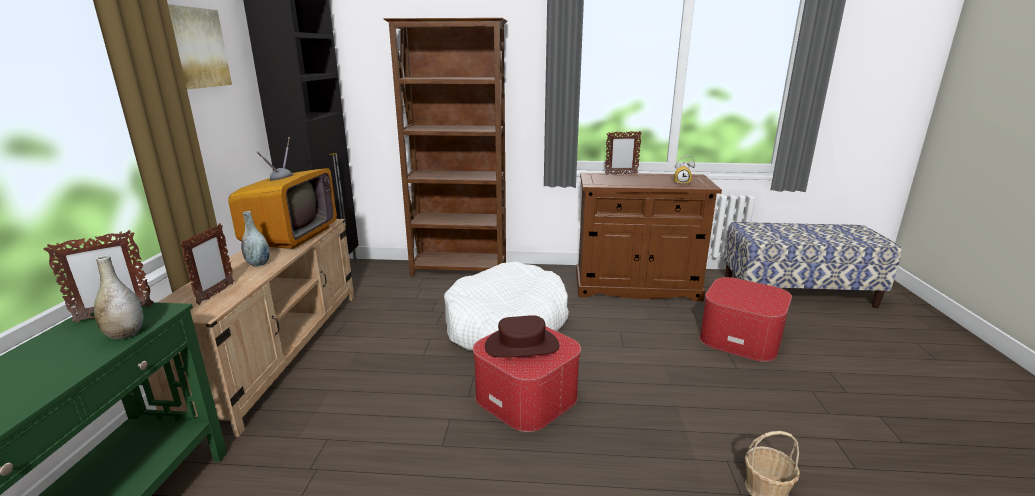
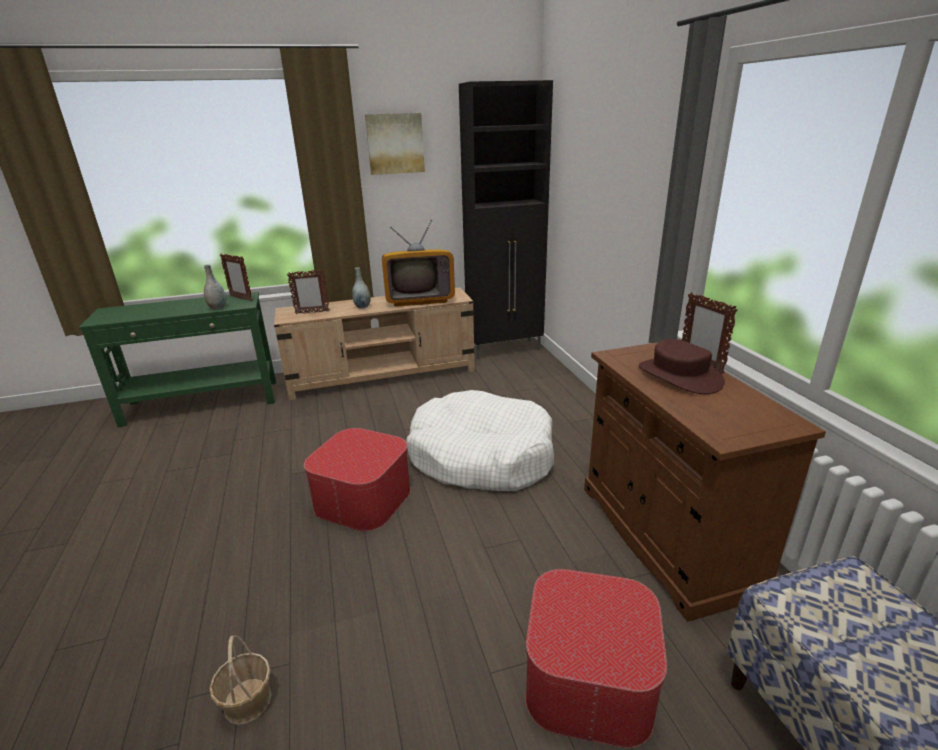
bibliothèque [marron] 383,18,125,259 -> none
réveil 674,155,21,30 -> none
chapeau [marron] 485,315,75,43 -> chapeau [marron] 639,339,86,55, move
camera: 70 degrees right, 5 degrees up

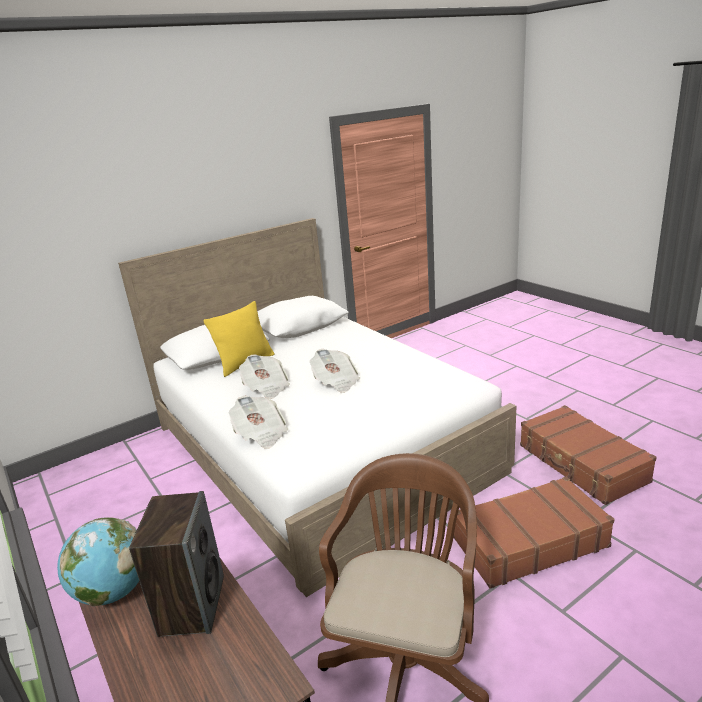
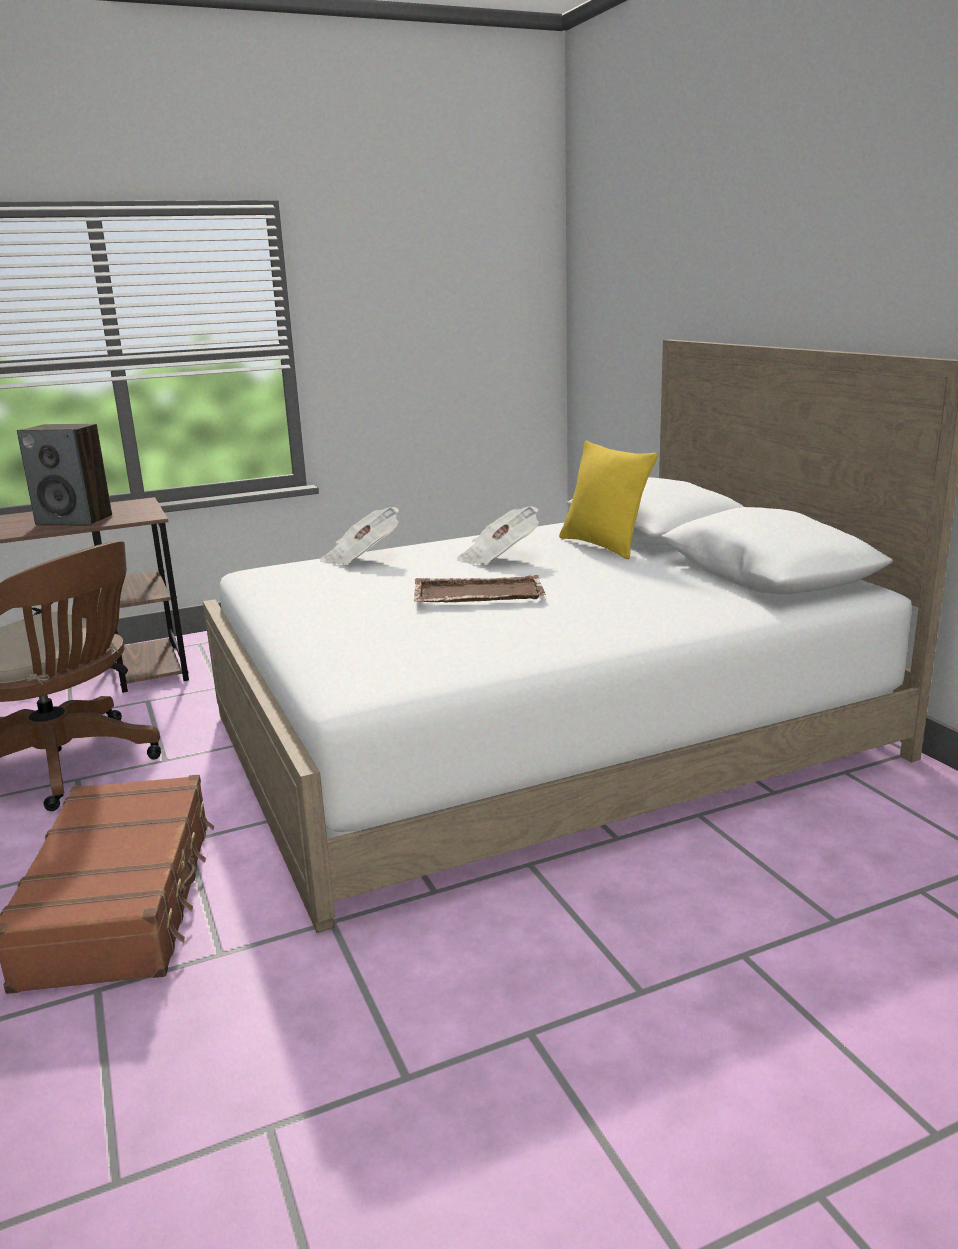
globe 57,517,82,89 -> none
valise [marron] 520,405,137,100 -> none
journal 309,349,51,44 -> plateau [marron] 414,575,132,28
camera: 100 degrees right, 5 degrees down

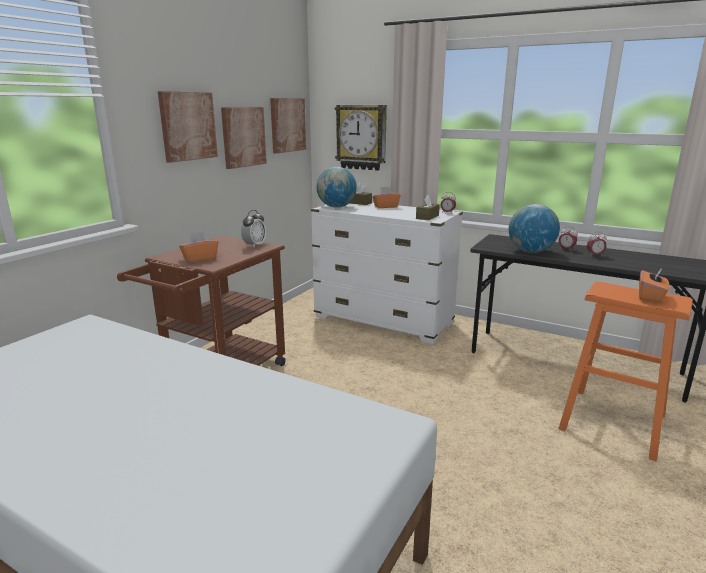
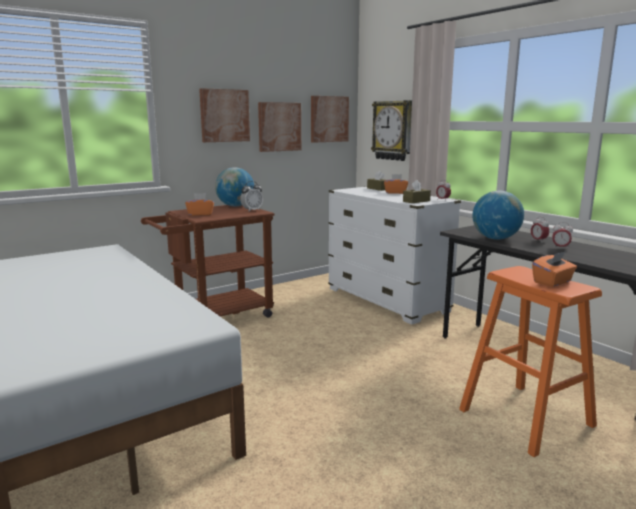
globe 317,167,40,41 -> globe 215,167,39,40, move
camera: 25 degrees right, 5 degrees down

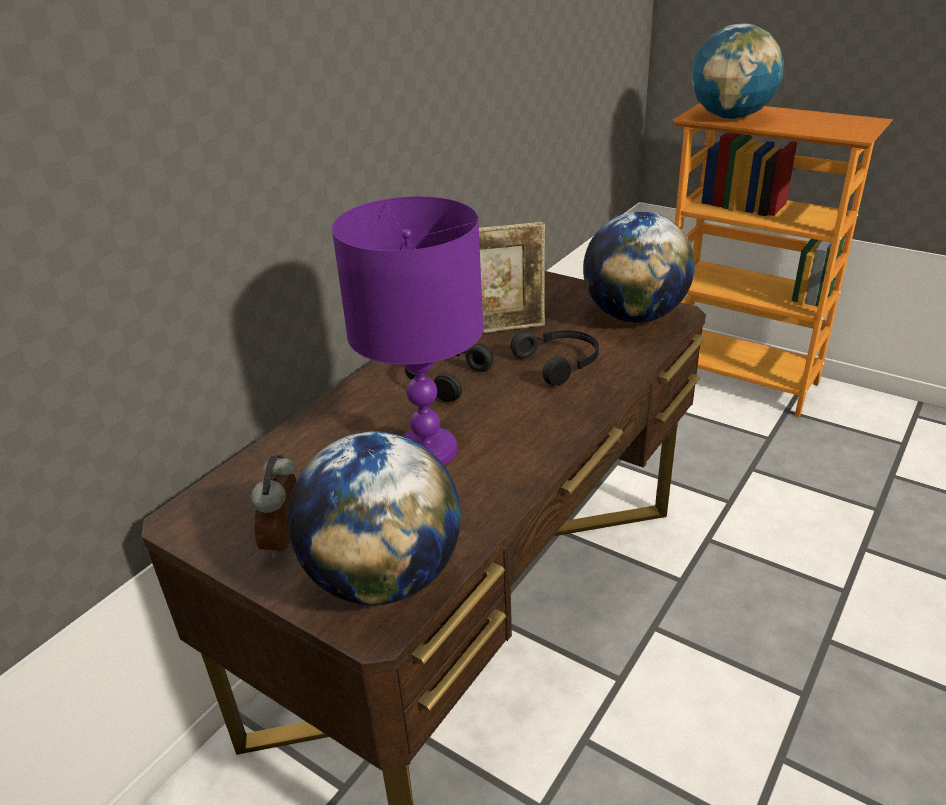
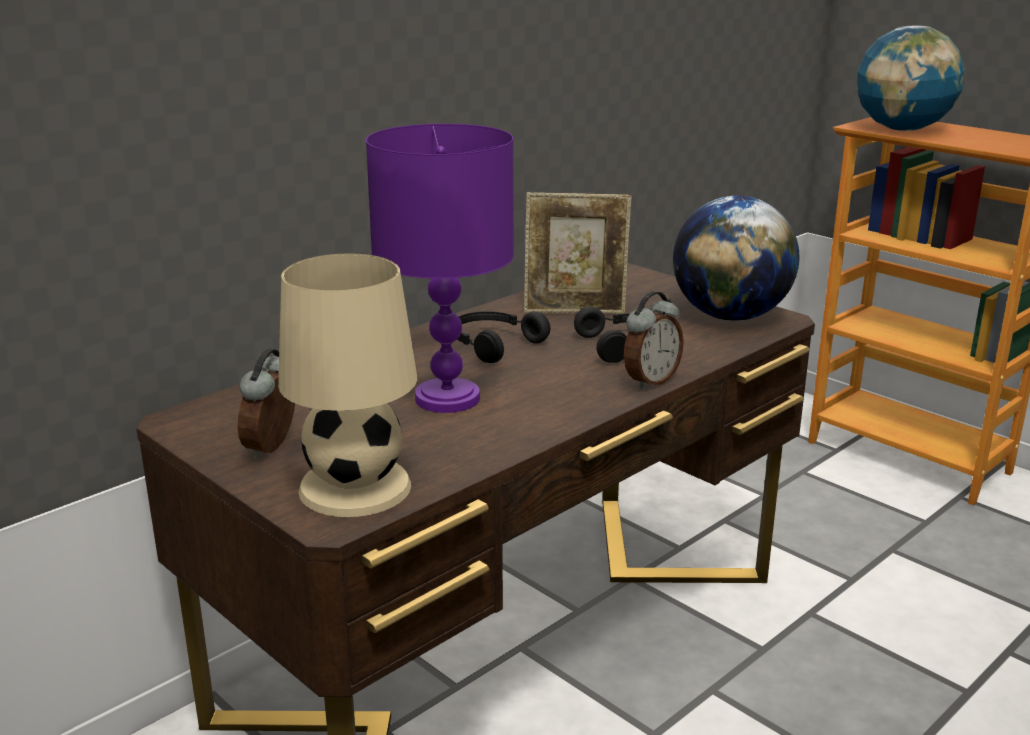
none -> réveil 624,291,60,98
globe 288,431,173,174 -> lampe de table [beige] 278,253,139,264
camera: 10 degrees right, 10 degrees down

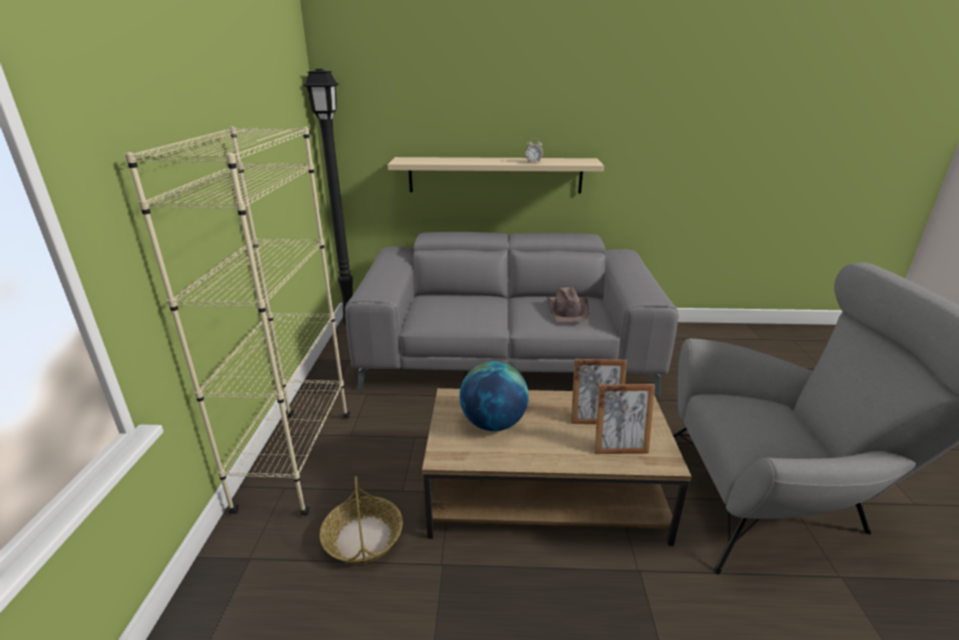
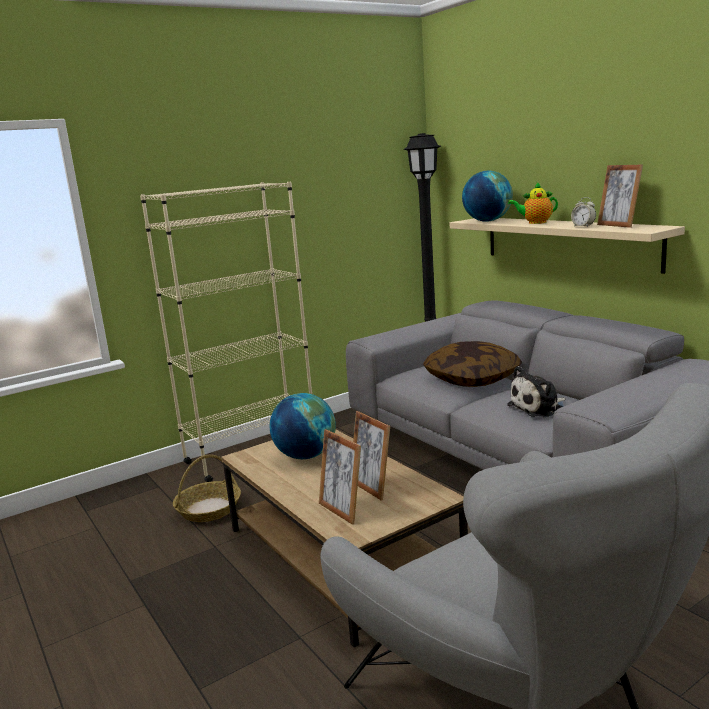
none -> coussin 423,341,99,46
none -> globe 462,171,51,51
none -> théière 508,182,50,42
none -> cadre photo 597,165,46,63
chapeau [marron] 547,287,43,36 -> peluche 507,366,59,51
camera: 55 degrees right, 10 degrees down

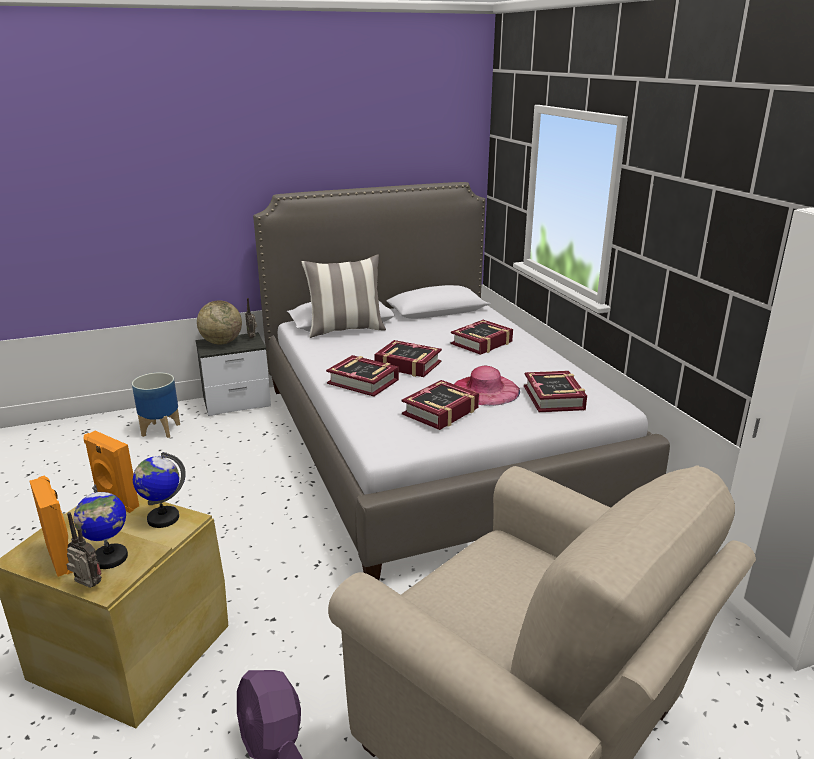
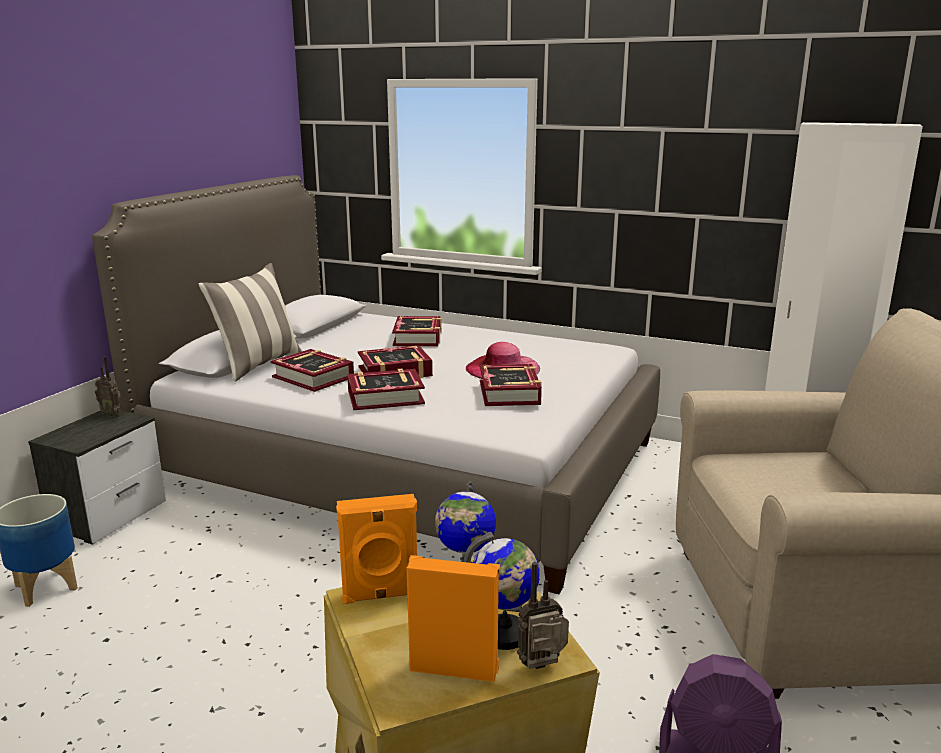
globe 197,300,45,44 -> none
livre 524,371,63,41 -> livre 271,349,83,43, move
camera: 45 degrees left, 5 degrees down

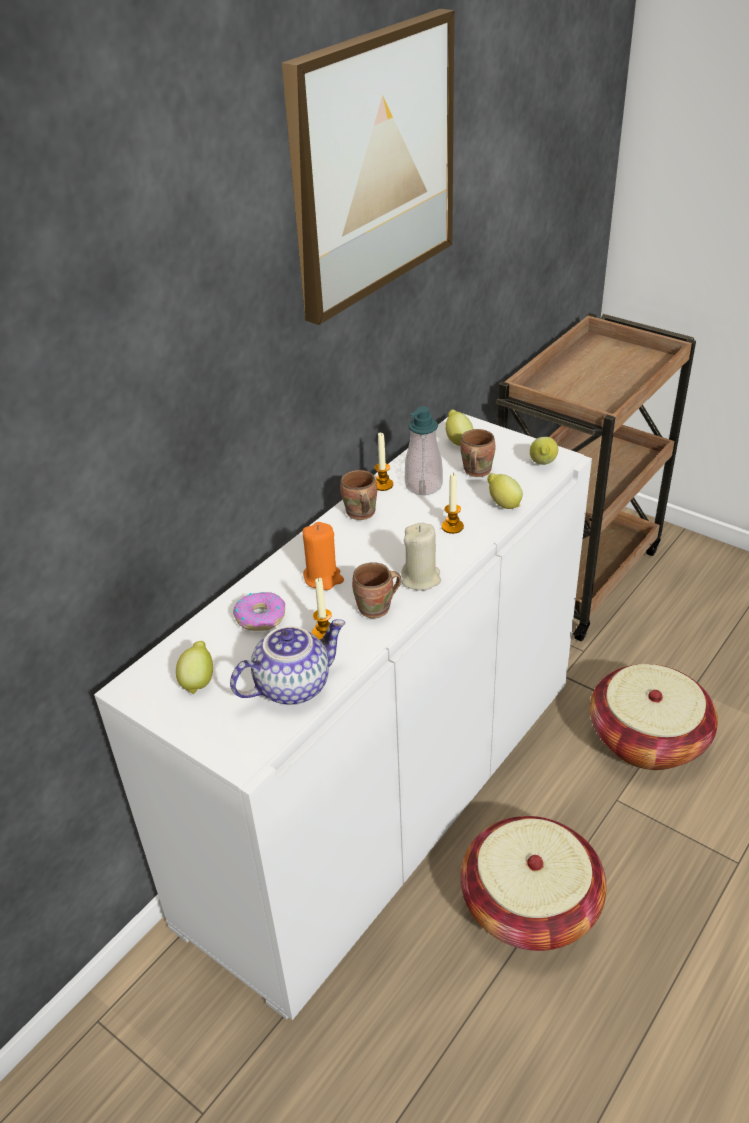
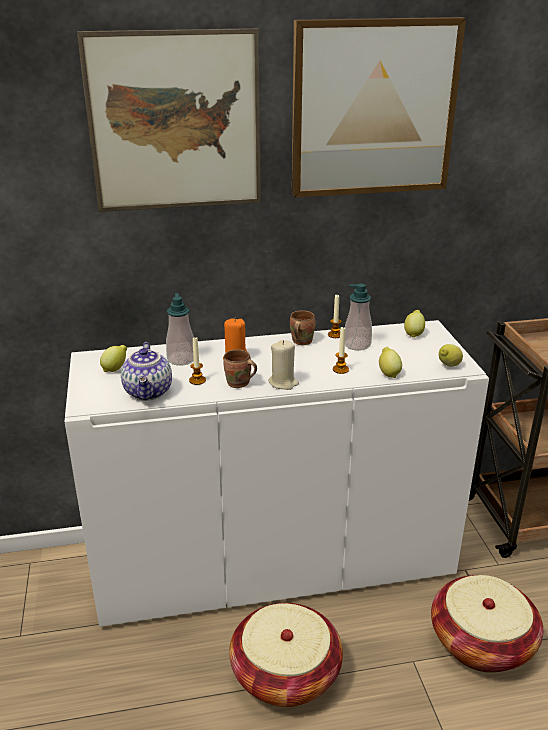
mug [marron] 460,429,36,48 -> none
none -> tableau 77,28,184,184
beignet 233,592,52,39 -> distributeur de savon 166,293,28,73
théière 230,619,115,86 -> théière 121,342,51,59, 75 degrees clockwise
camera: 40 degrees right, 10 degrees down

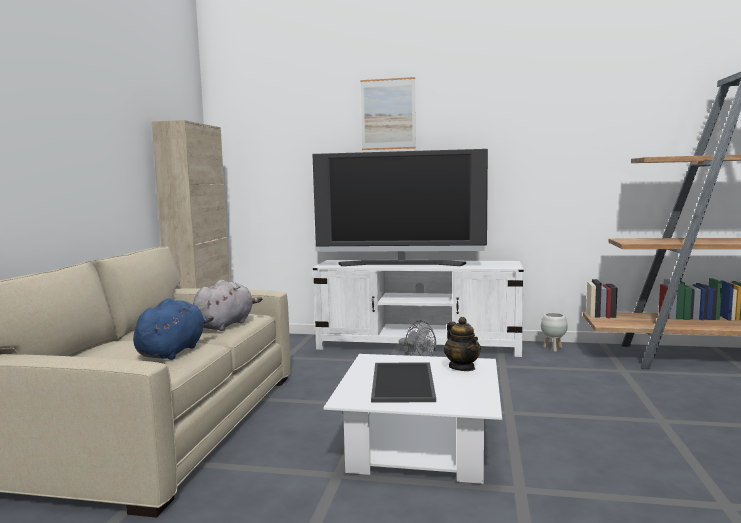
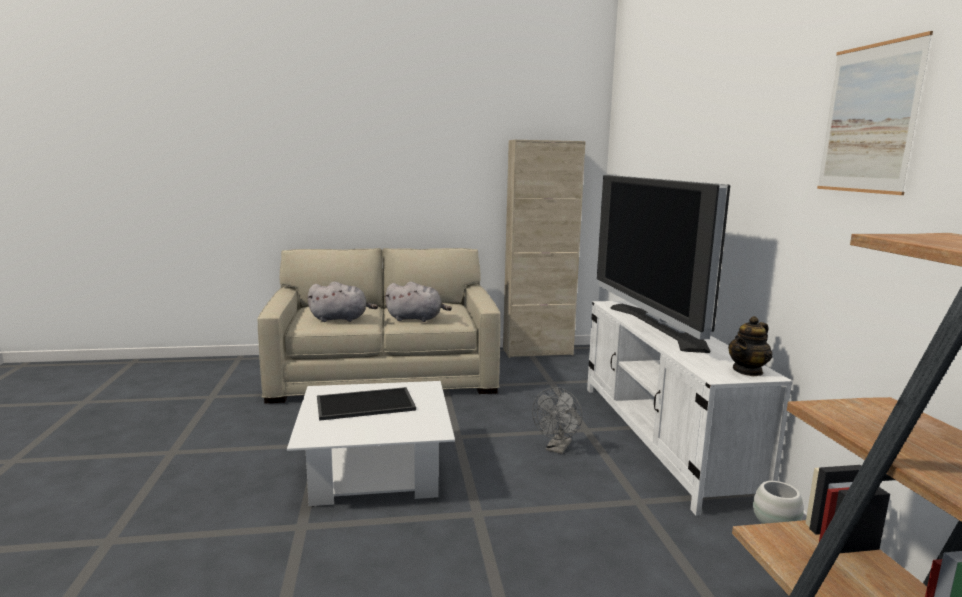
tableau 360,77,56,73 -> tableau 817,31,116,164, move
théière 444,317,37,54 -> théière 728,316,44,60, move
peluche [bleu] 133,298,81,62 -> peluche [gris] 308,281,70,41
camera: 70 degrees right, 5 degrees up

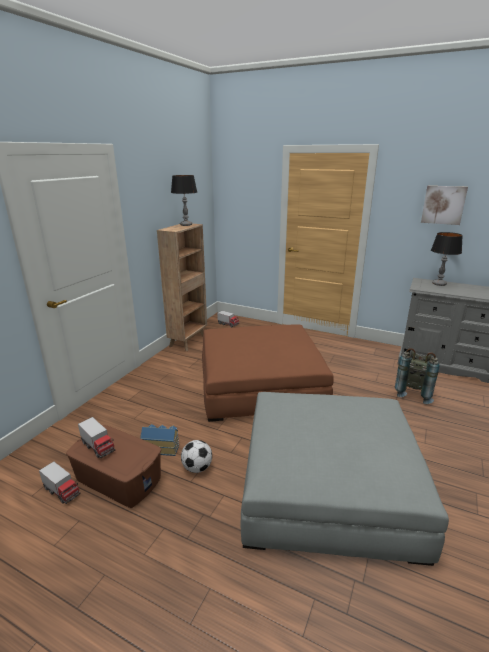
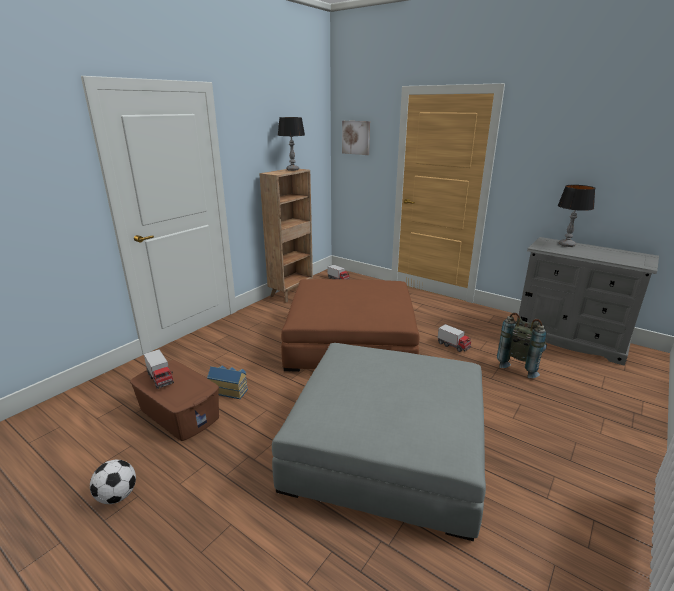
camion jouet 39,461,42,43 -> camion jouet 438,324,33,28, move
ballon de foot 181,440,31,33 -> ballon de foot 90,460,46,44, move
tableau 421,186,47,39 -> tableau 342,121,28,34, move
camera: 10 degrees right, 0 degrees up

